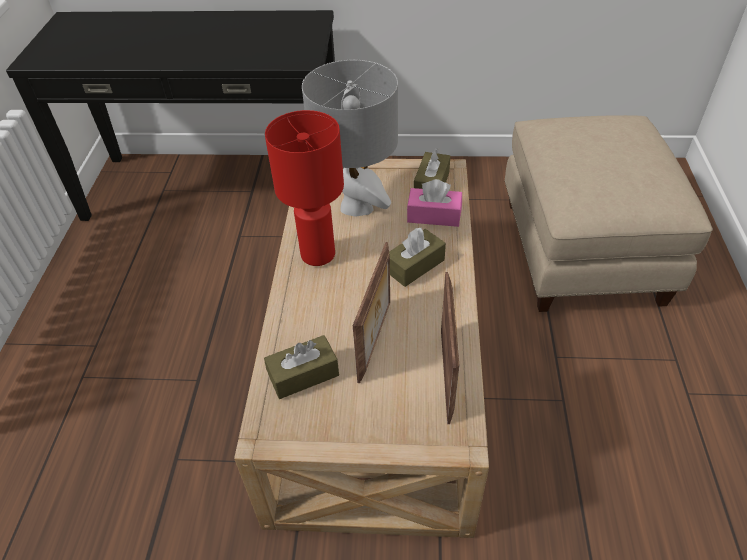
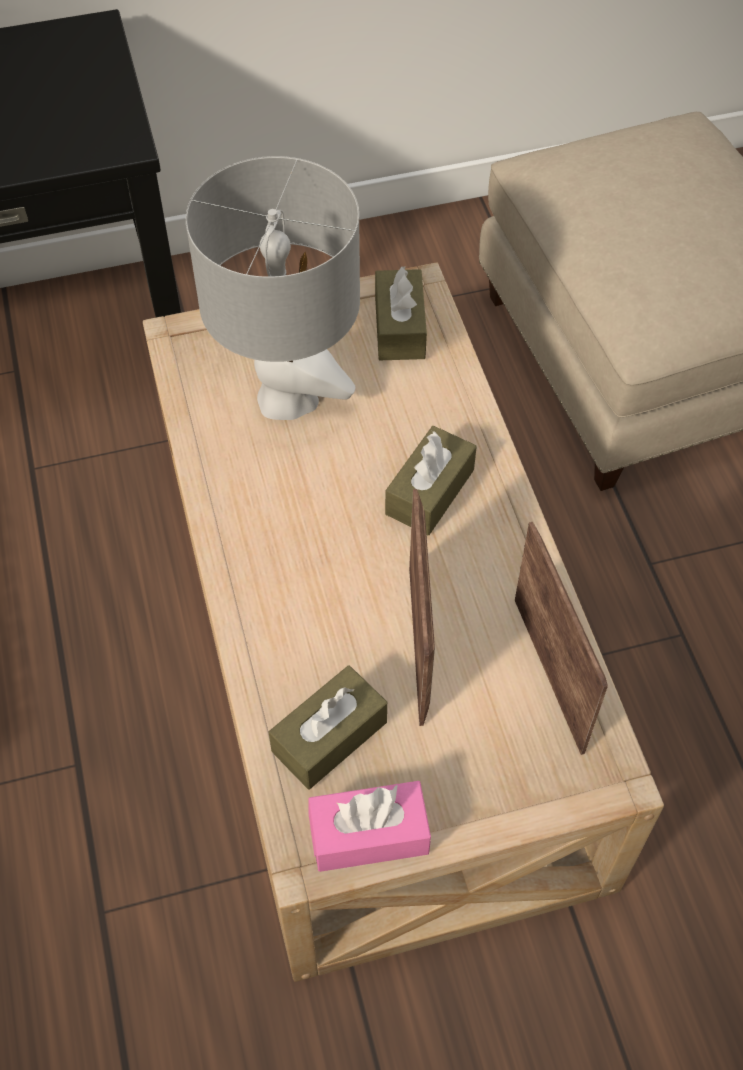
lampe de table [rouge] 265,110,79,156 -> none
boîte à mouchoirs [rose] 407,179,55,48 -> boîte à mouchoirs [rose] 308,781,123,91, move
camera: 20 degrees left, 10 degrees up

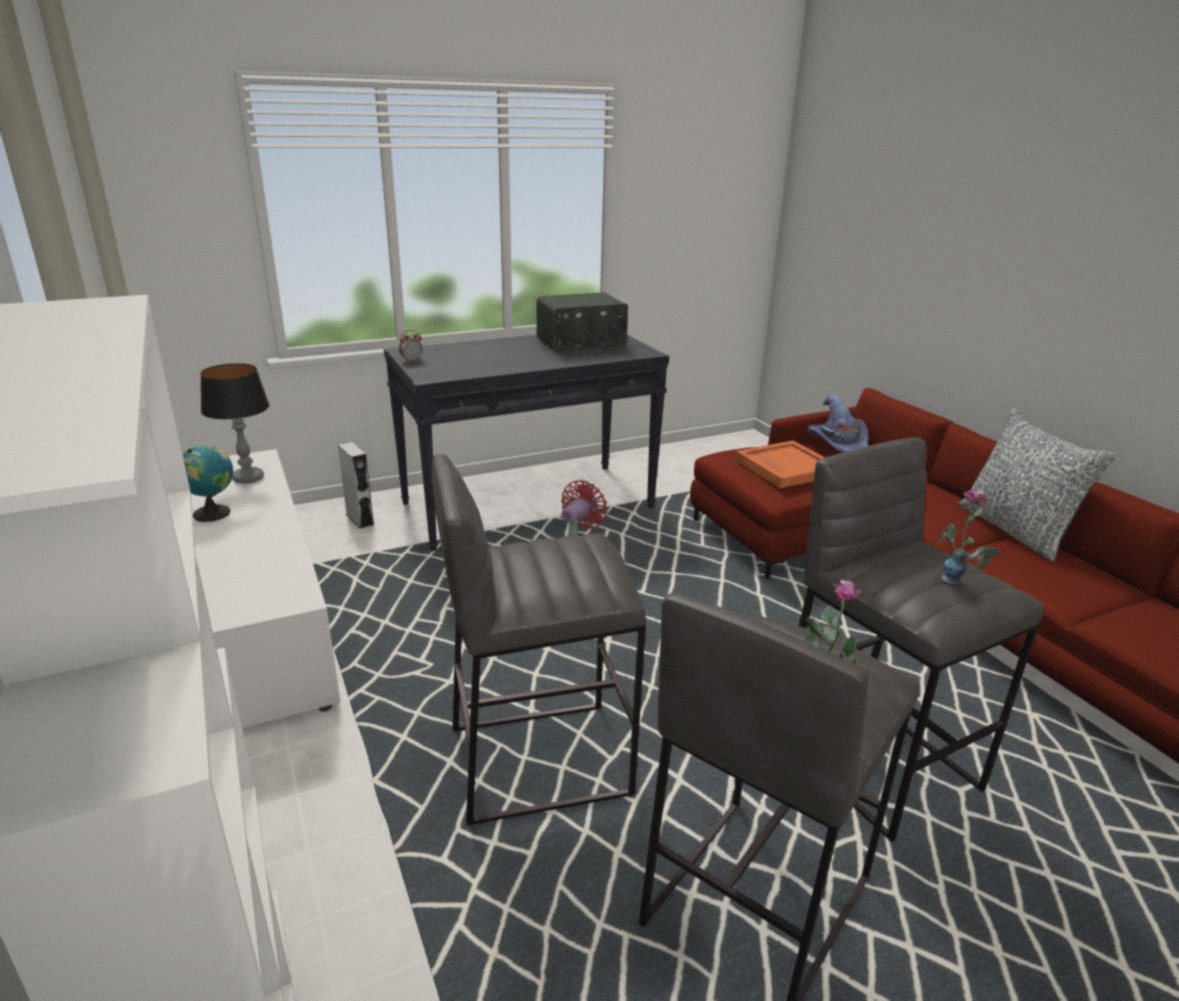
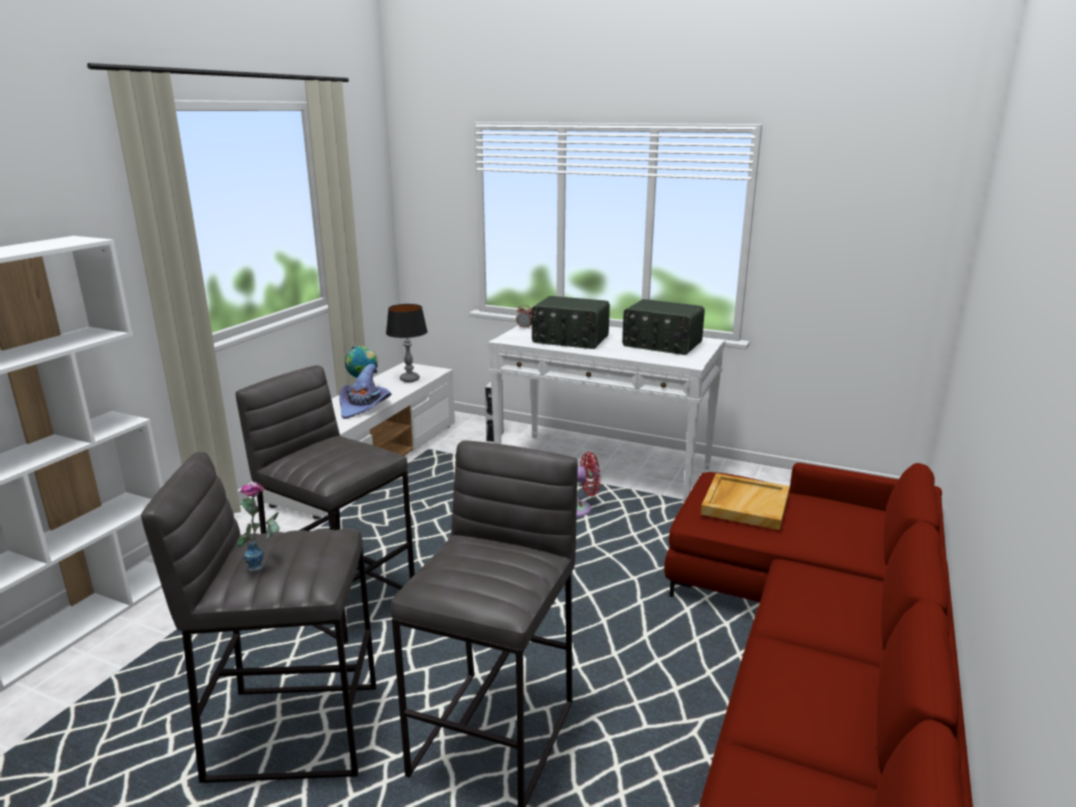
vase 938,490,63,94 -> none
coussin 959,408,159,154 -> none
none -> radio 532,296,78,53
chapeau [violet] 807,394,61,58 -> chapeau [violet] 340,364,52,55, move
table console [noir] 384,334,285,217 -> table console [blanc] 488,324,238,180
plateau [orange] 735,441,90,47 -> plateau [beige] 701,473,89,57
camera: 50 degrees right, 5 degrees down

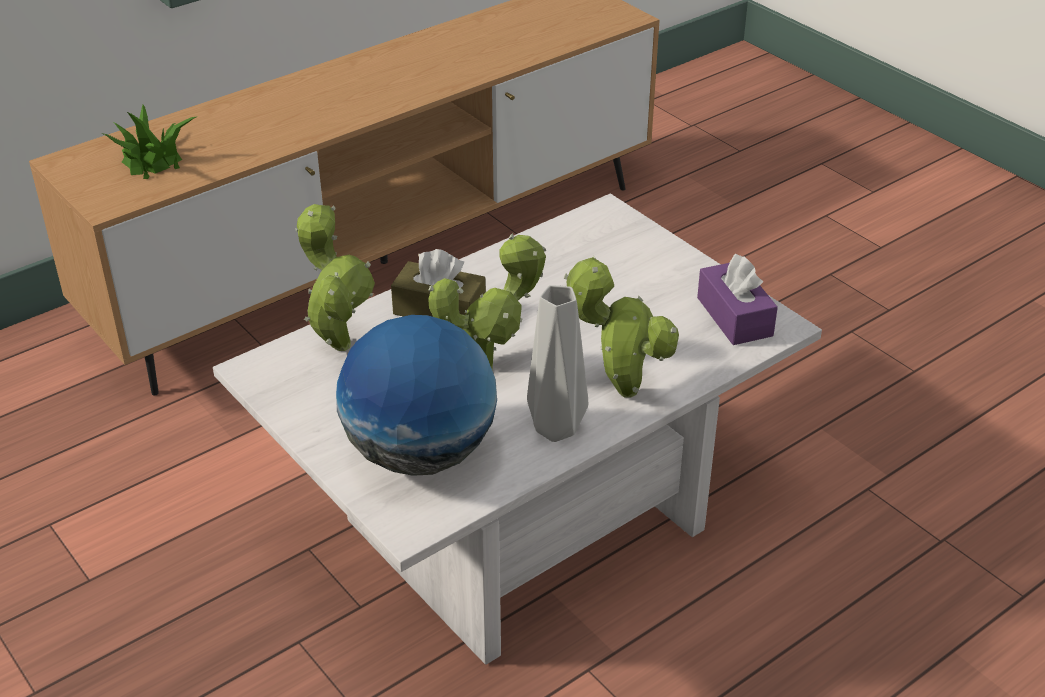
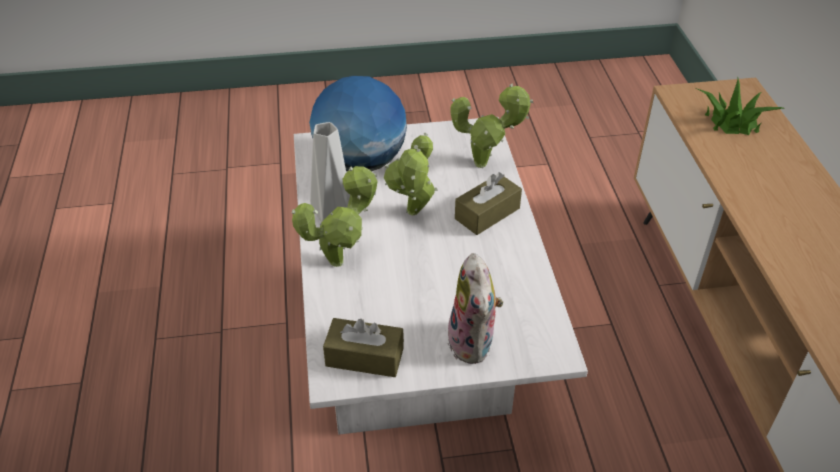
none -> peluche 446,253,58,111
boîte à mouchoirs [violet] 697,254,81,91 -> boîte à mouchoirs [marron] 323,318,81,59
camera: 120 degrees right, 5 degrees up

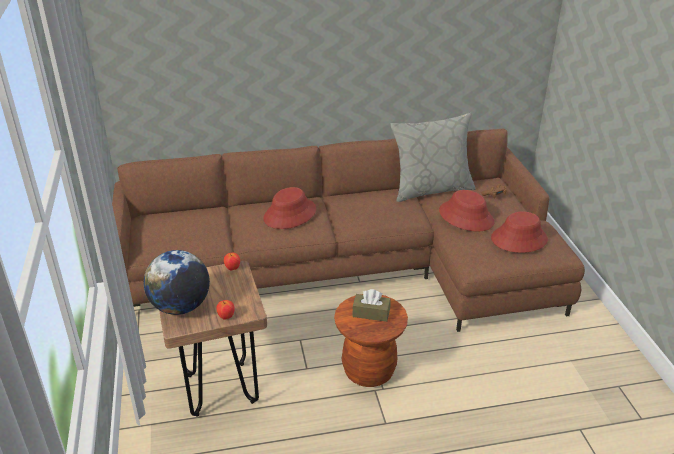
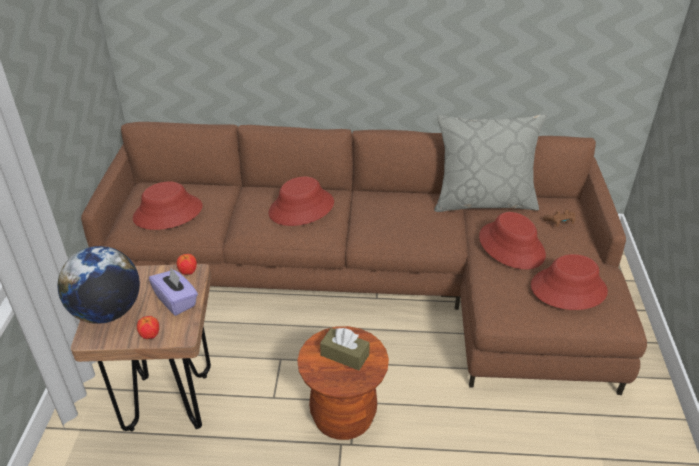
none -> chapeau [rouge] 133,181,70,49
none -> boîte à mouchoirs [violet] 149,268,49,48
camera: 15 degrees right, 5 degrees up

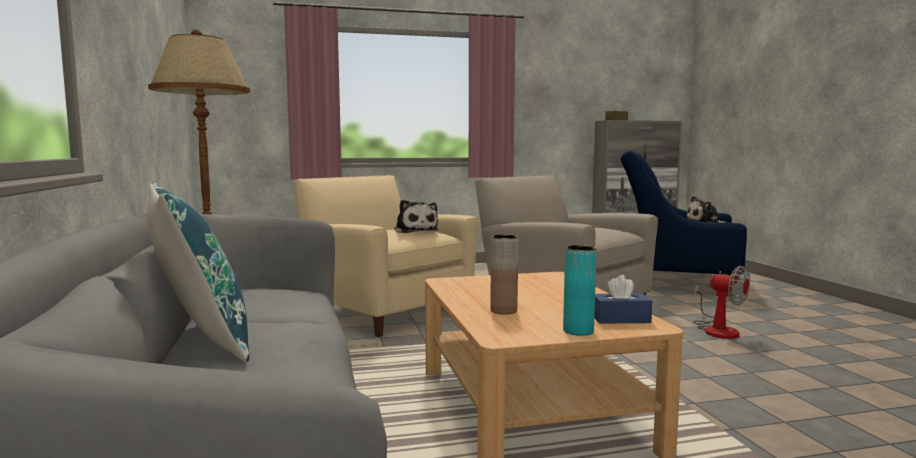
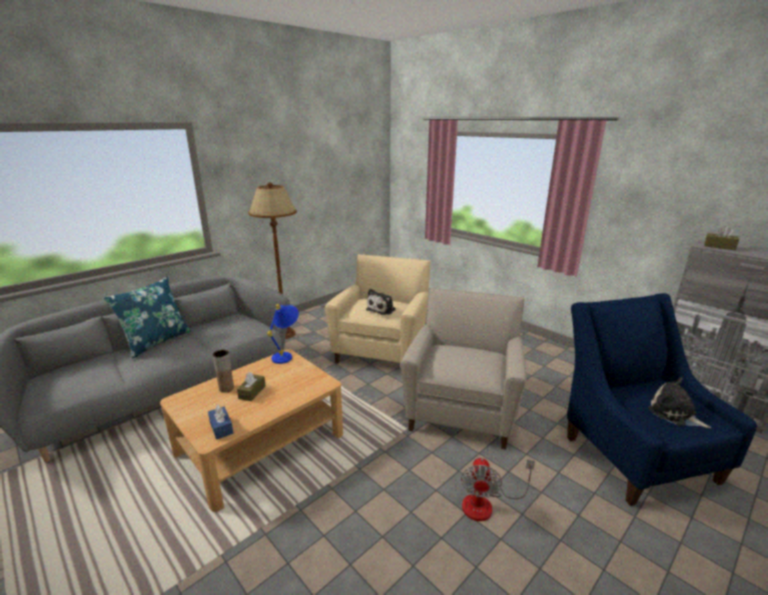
vase [turquoise] 563,245,34,91 -> none
none -> boîte à mouchoirs [marron] 237,372,29,29
none -> lampe de table [bleu] 267,304,32,60
camera: 60 degrees right, 15 degrees up

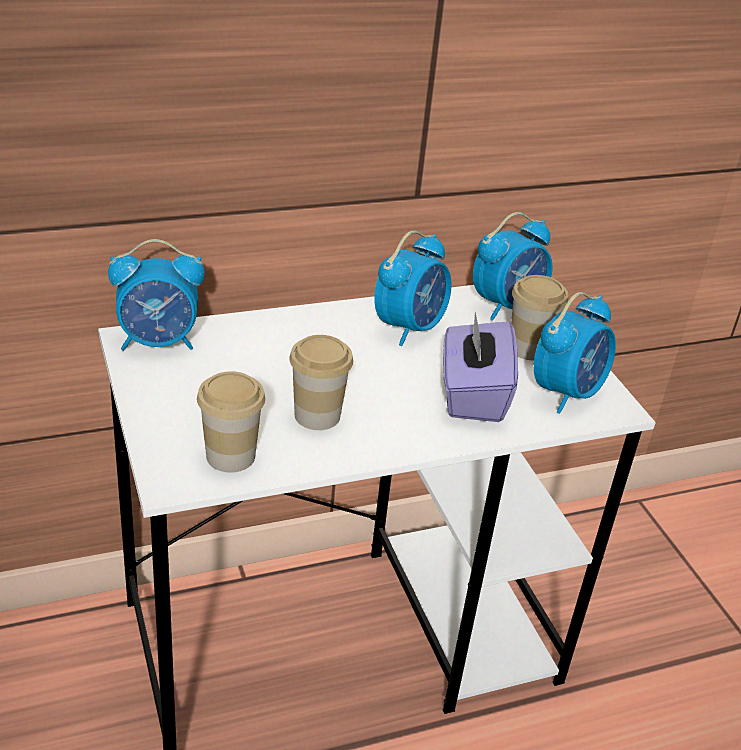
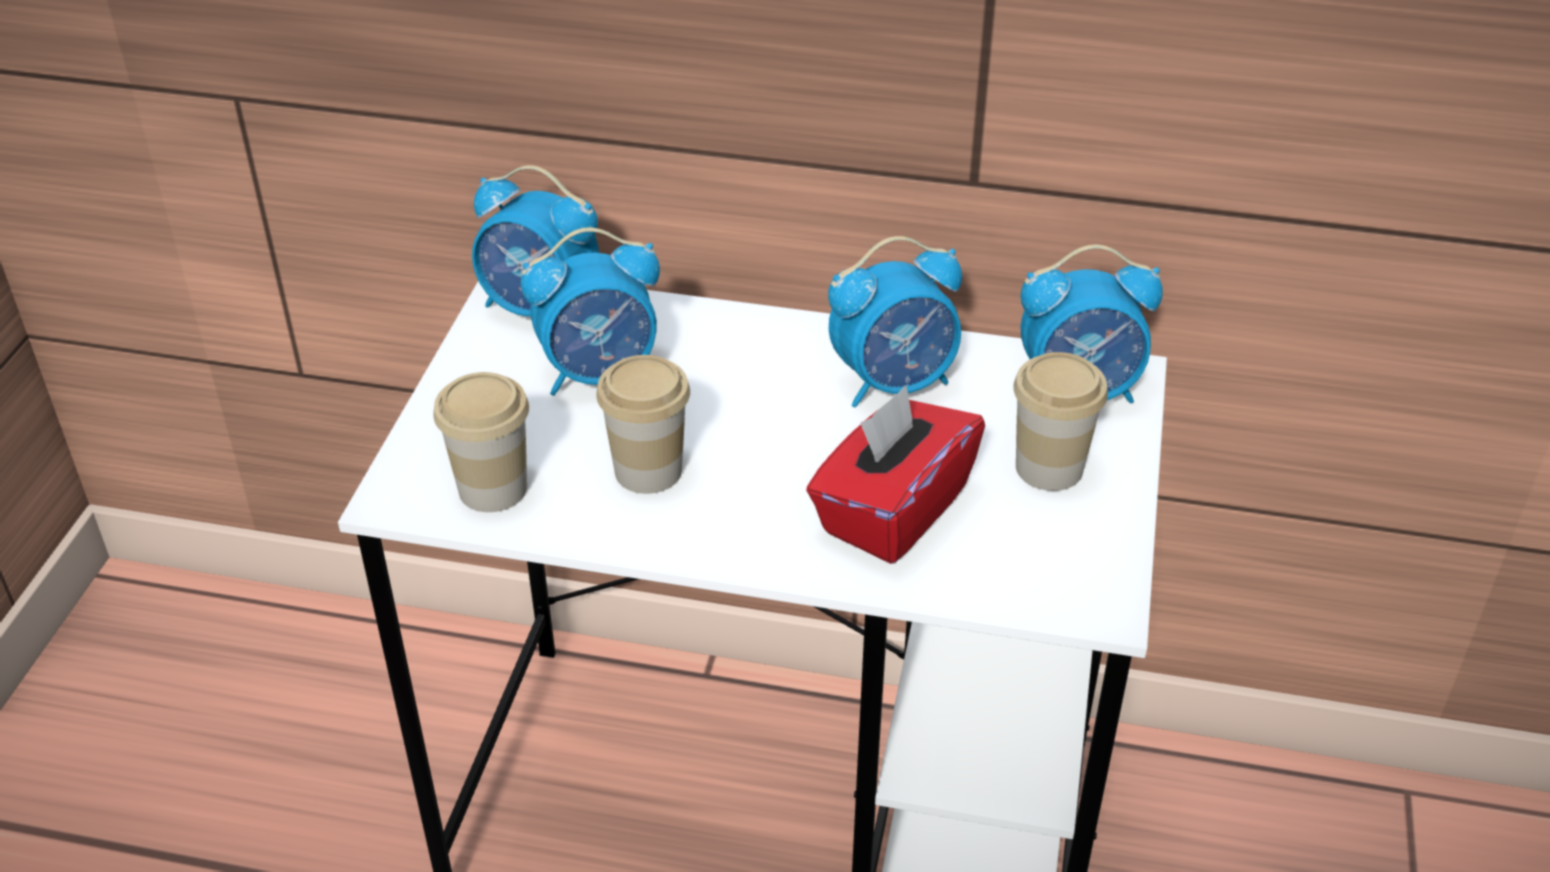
réveil 534,292,82,122 -> réveil 521,227,139,169, move
boîte à mouchoirs [violet] 443,312,75,110 -> boîte à mouchoirs [rouge] 806,385,179,179
camera: 35 degrees right, 5 degrees up

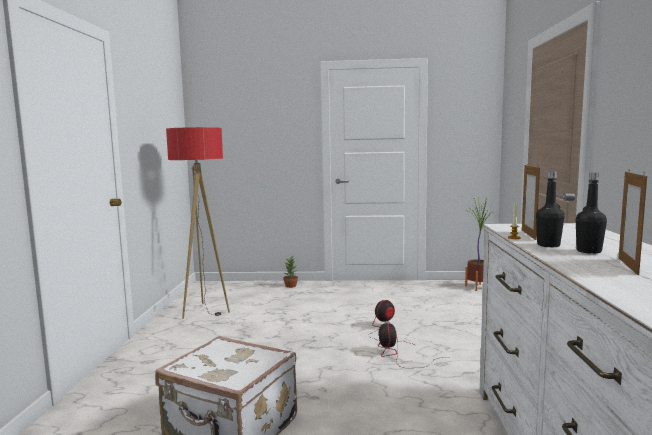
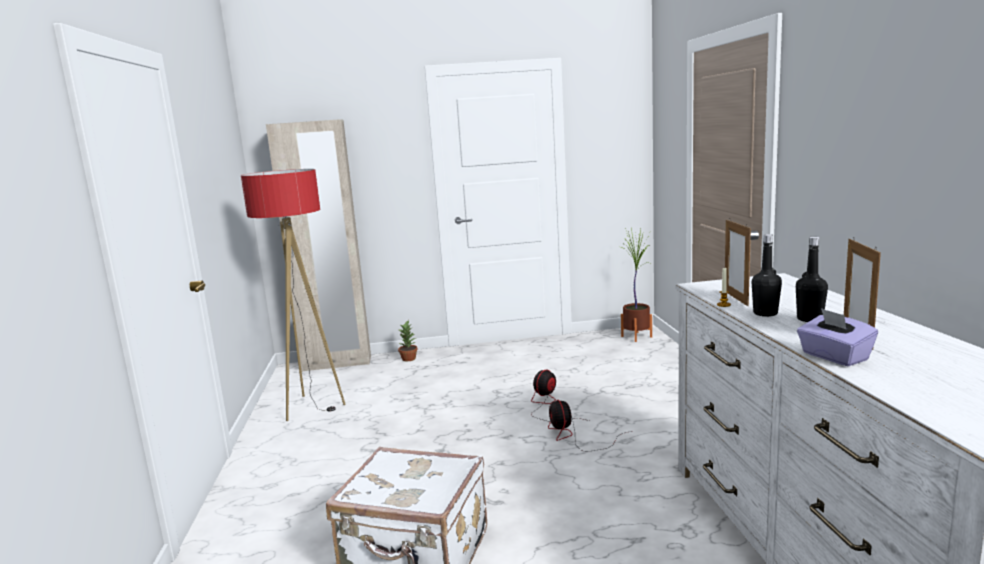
none -> armoire [beige] 266,119,105,253
none -> boîte à mouchoirs [violet] 797,308,81,58
camera: 10 degrees left, 5 degrees up

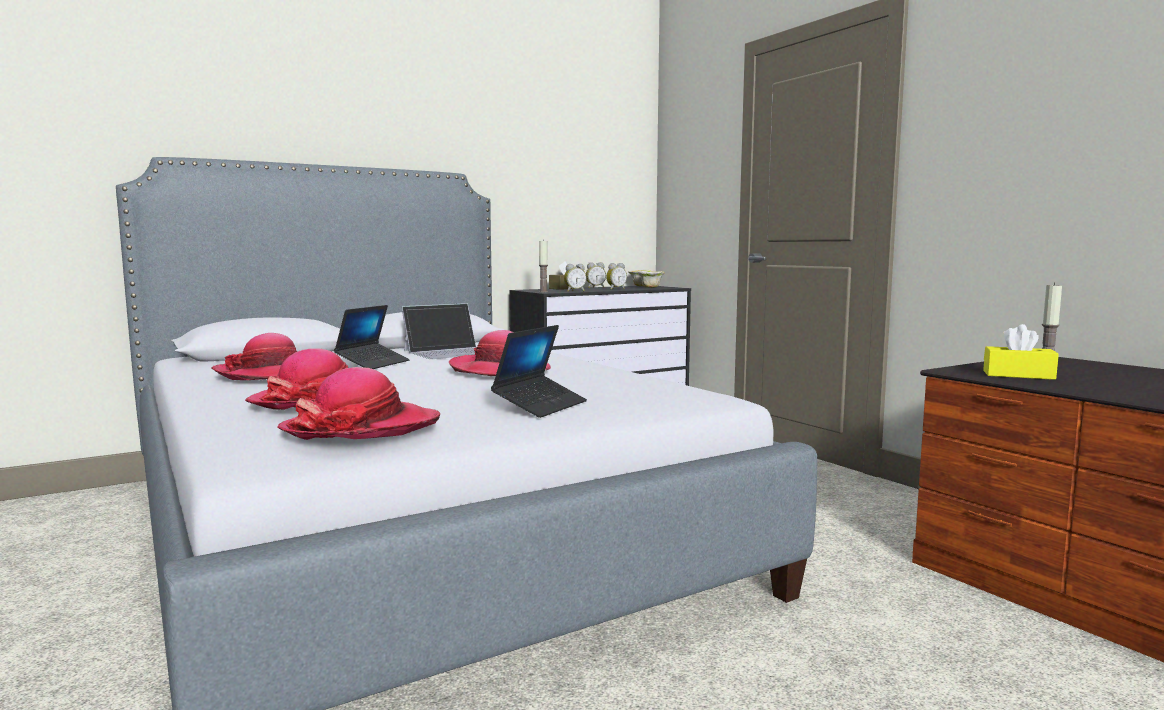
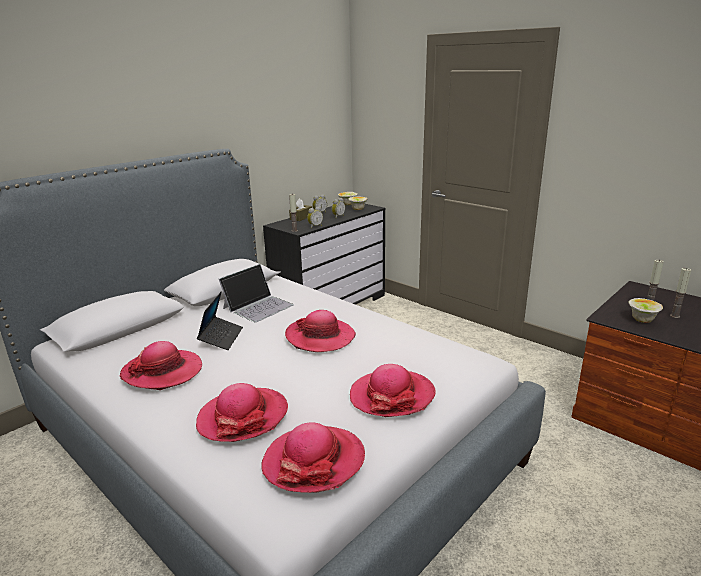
none -> bougie 670,268,21,50
ordinateur portable 491,325,96,93 -> chapeau 350,364,86,53
boîte à mouchoirs [jaune] 983,324,76,56 -> bol 628,298,35,25
camera: 15 degrees left, 15 degrees up

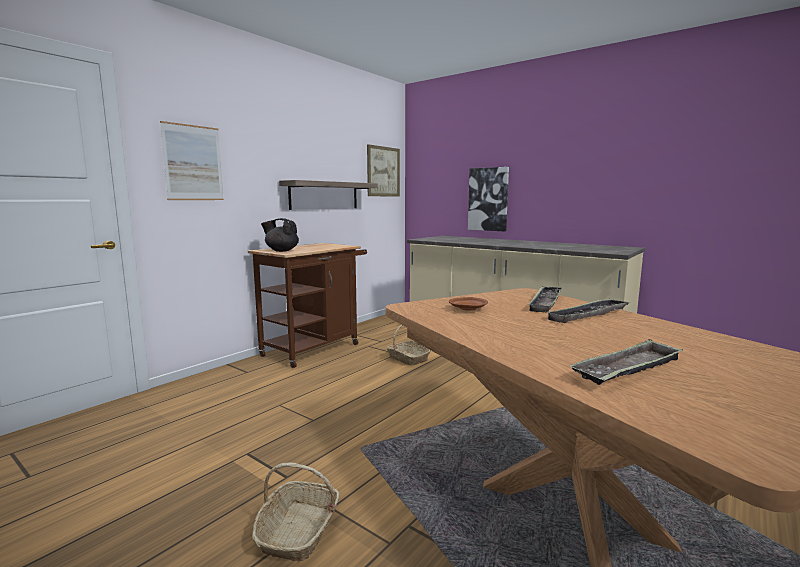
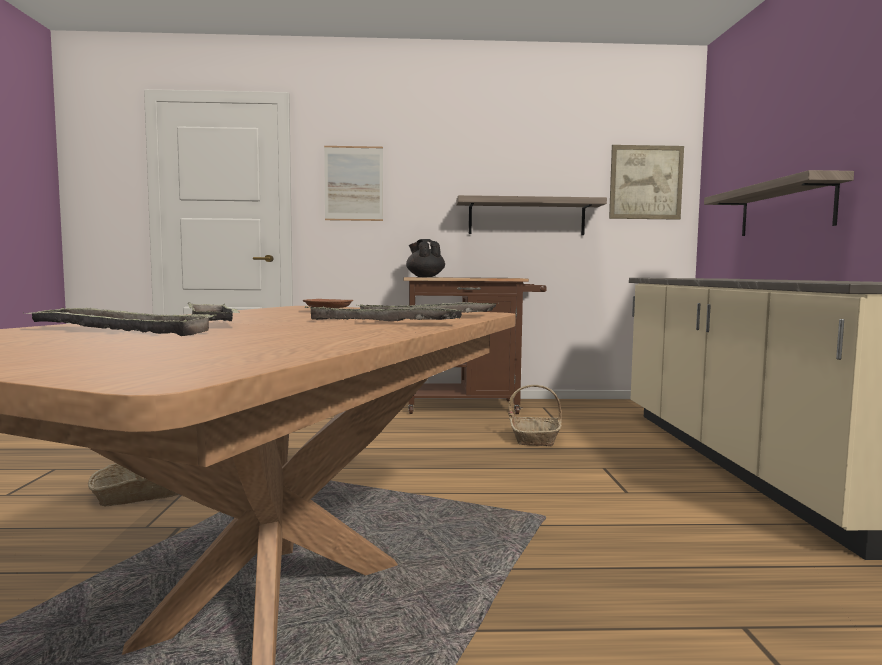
none -> plateau 188,302,52,19
tableau 468,167,41,64 -> étagère 704,170,150,66
camera: 50 degrees right, 5 degrees down

